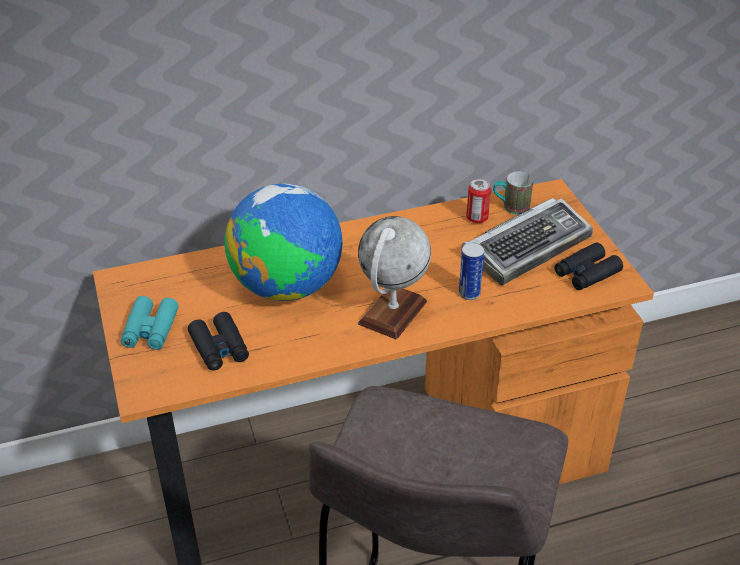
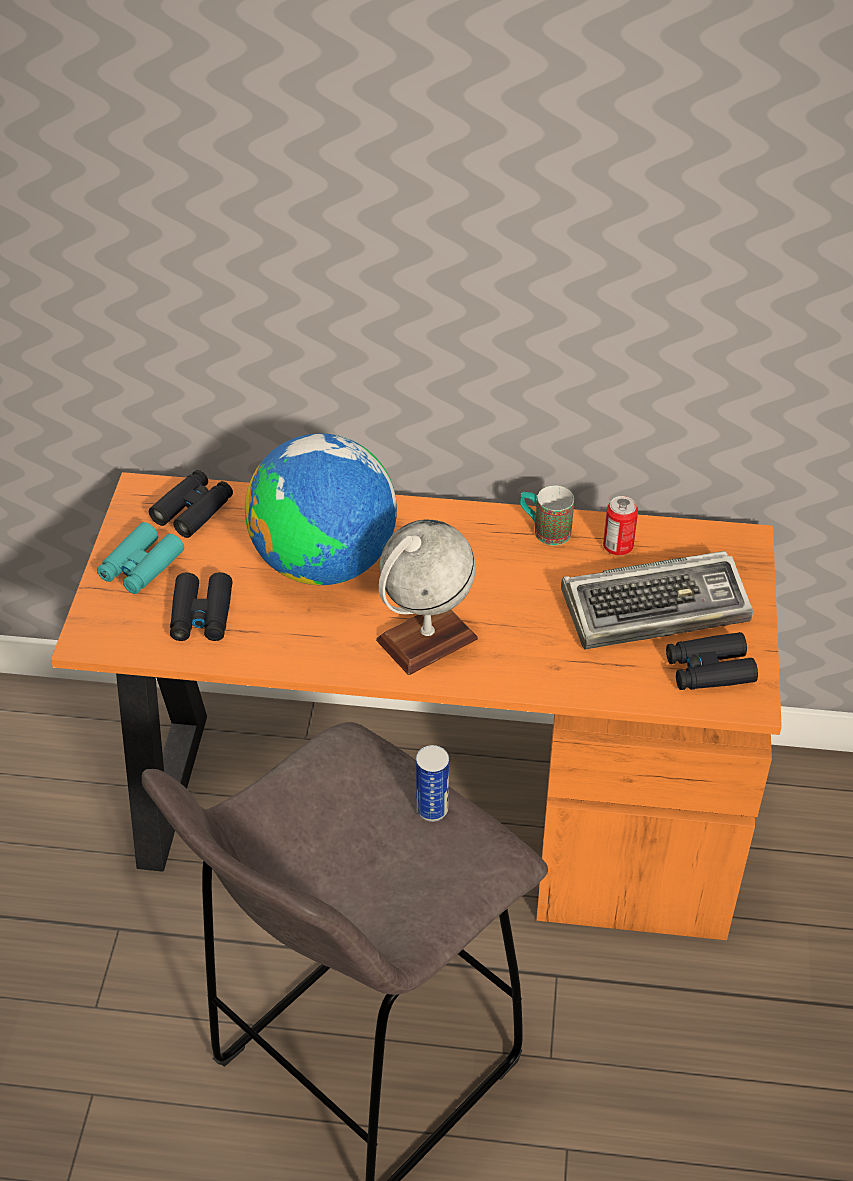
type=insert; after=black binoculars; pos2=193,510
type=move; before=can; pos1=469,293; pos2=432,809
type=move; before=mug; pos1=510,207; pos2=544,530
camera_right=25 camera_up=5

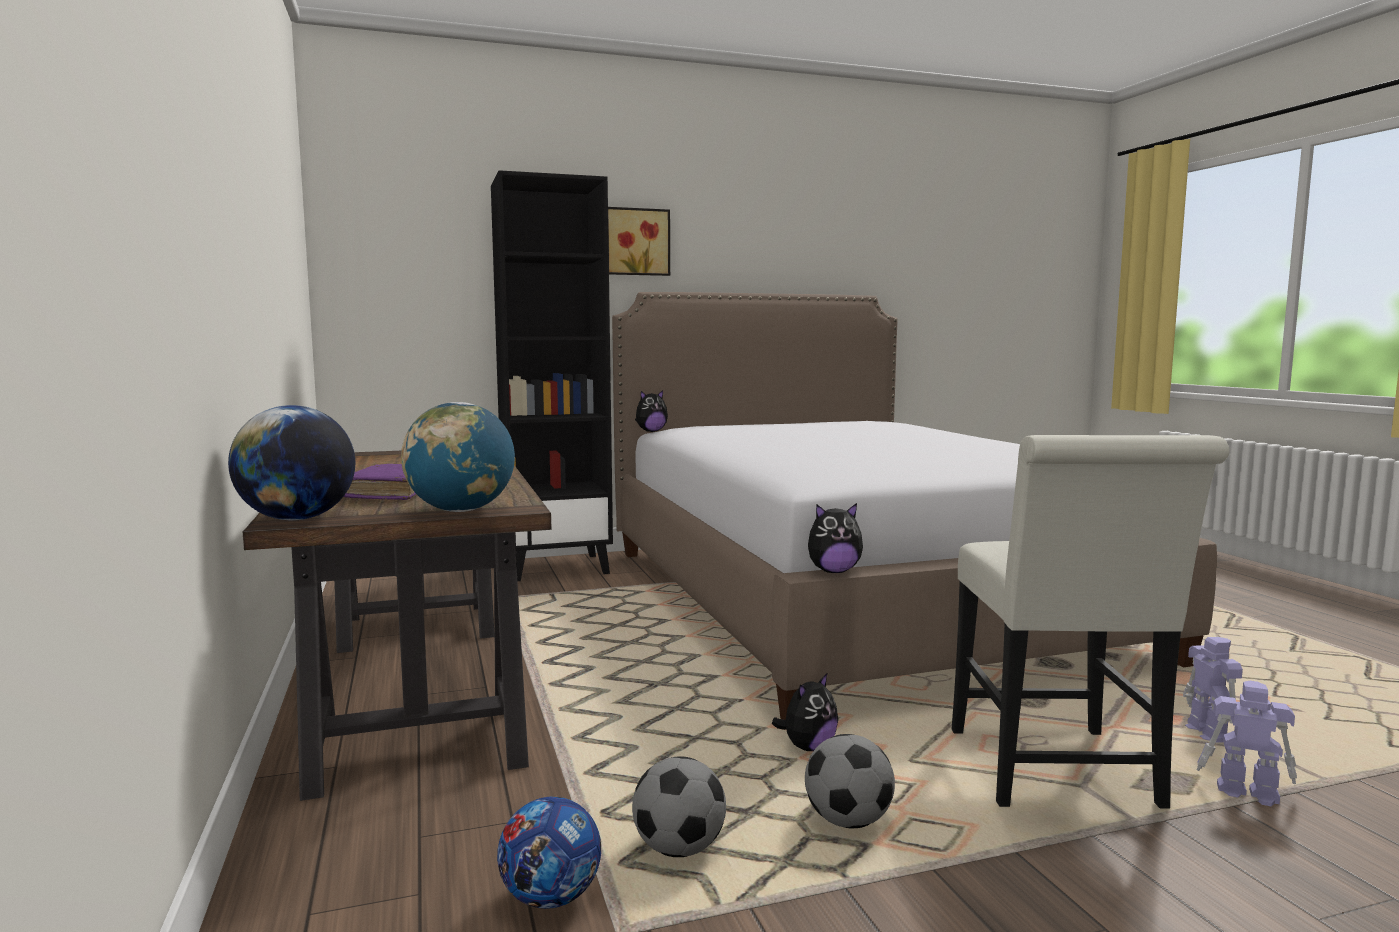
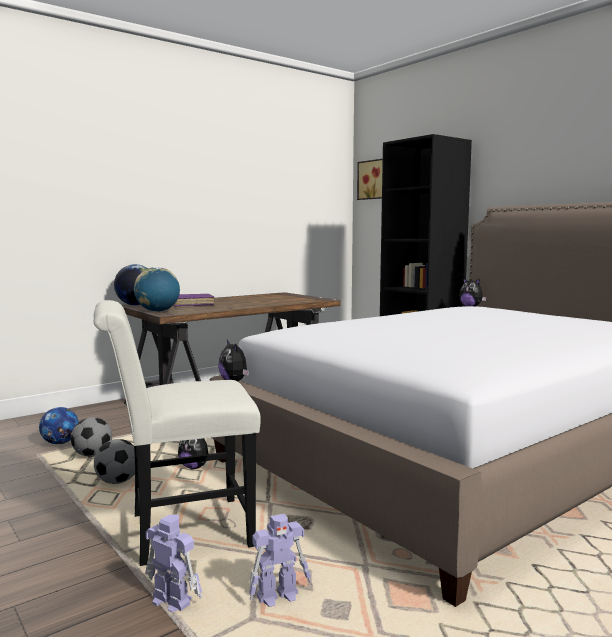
type=move; before=picture; pos1=637,242; pos2=373,179
type=rotate; before=toy robot; pos1=1245,793; pos2=171,601; turn=-60
camera_right=70 camera_up=0

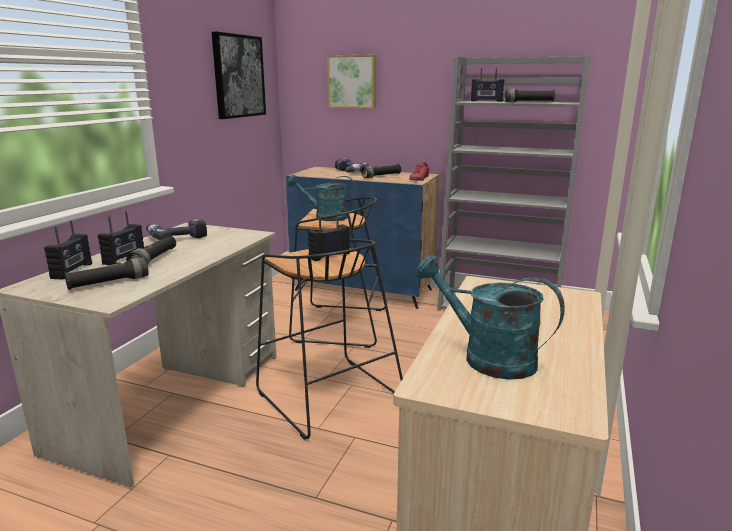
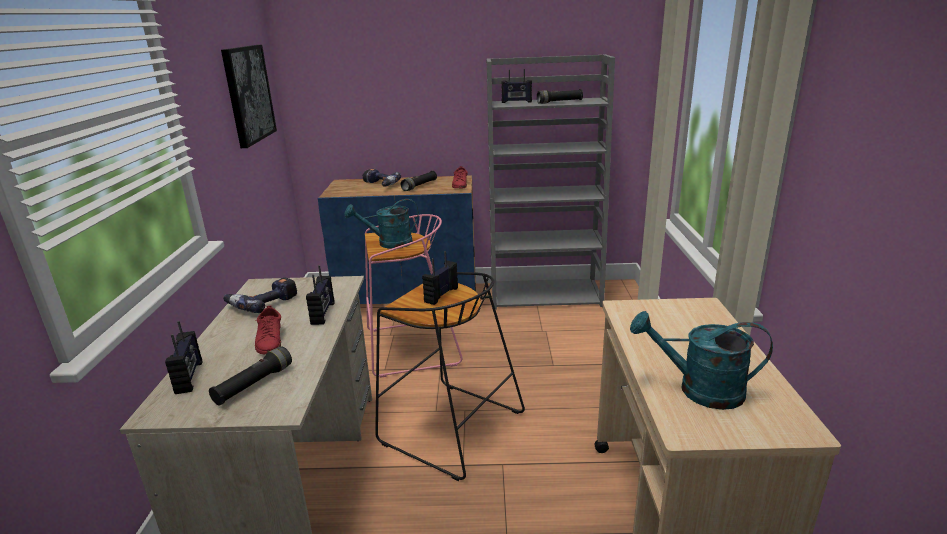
type=delete; before=picture; pos1=352,81
type=move; before=radio; pos1=124,258; pos2=323,313
type=replace; before=black flashlight; after=red shoe; pos1=154,259; pos2=270,340
type=recolor; before=black stool; after=pink stool; pos1=338,326; pos2=410,348
camera_right=-20 camera_up=5

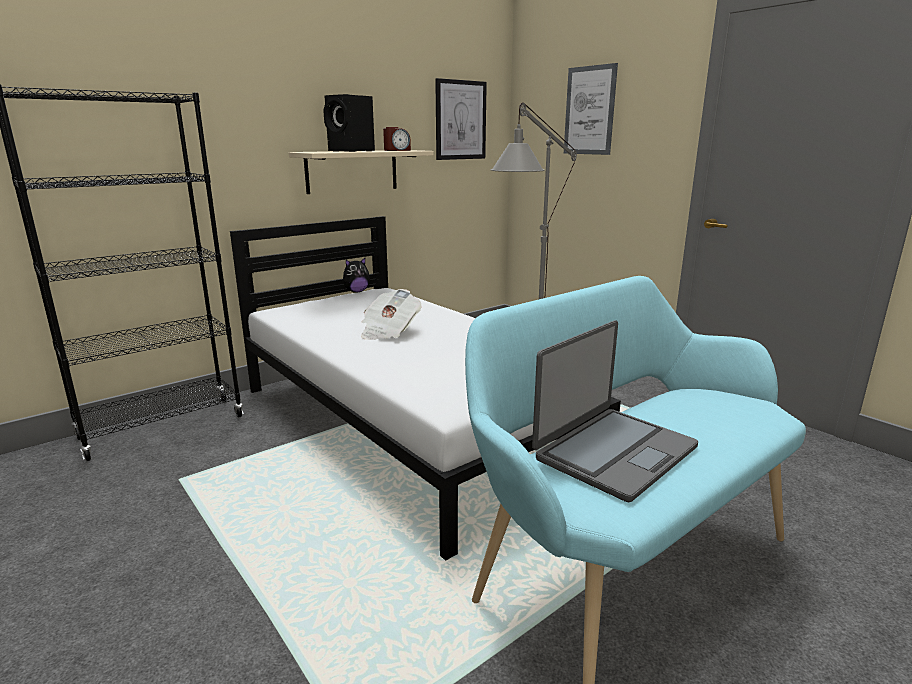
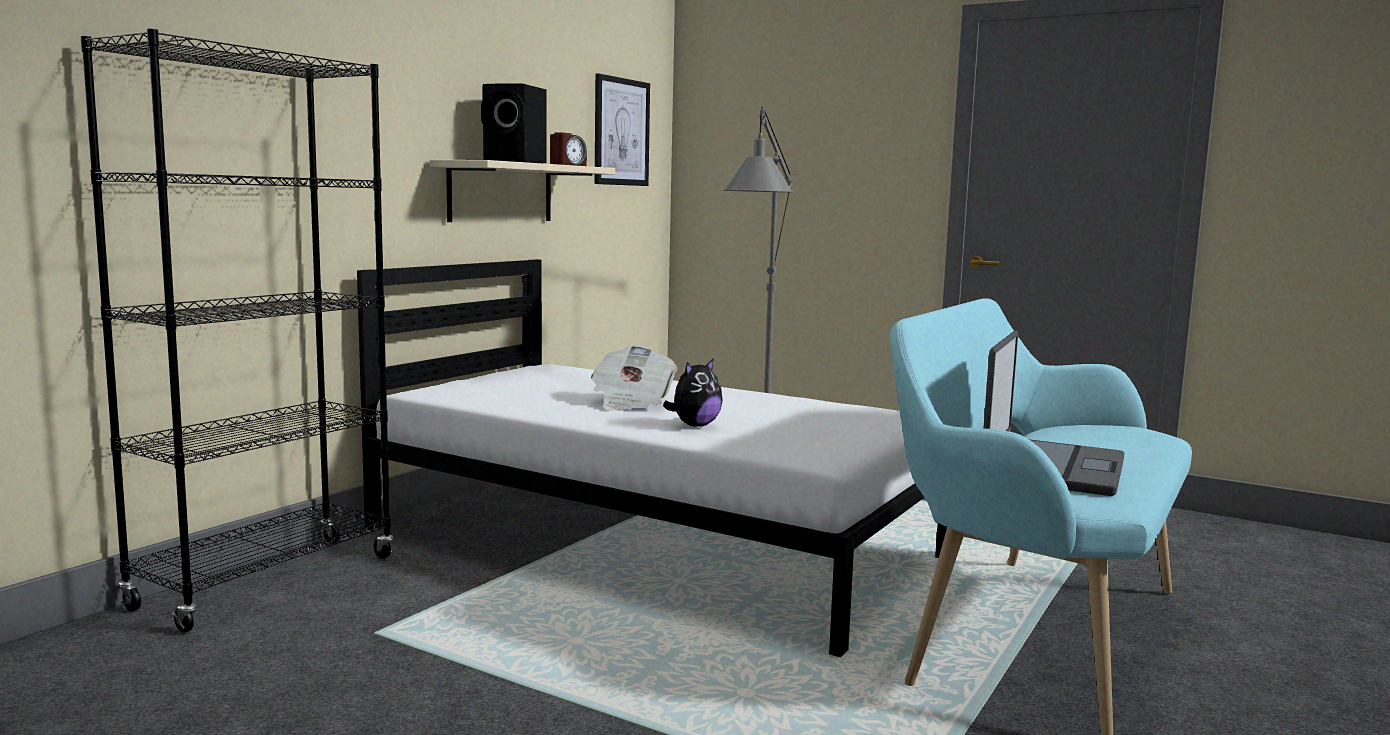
type=delete; before=picture; pos1=589,110
type=move; before=plush toy; pos1=356,291; pos2=695,425
camera_right=-20 camera_up=-10

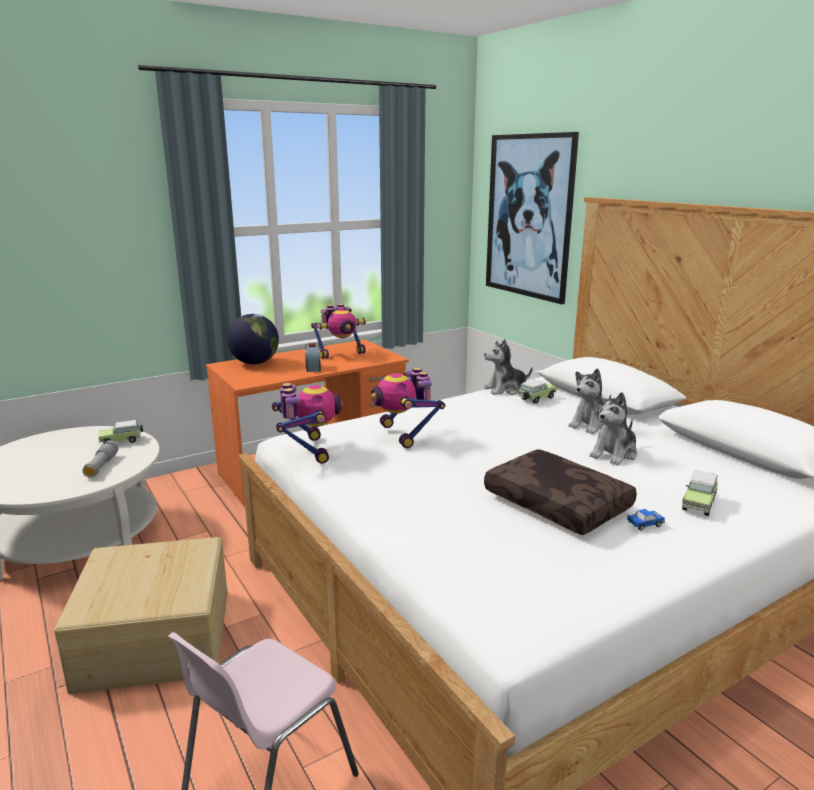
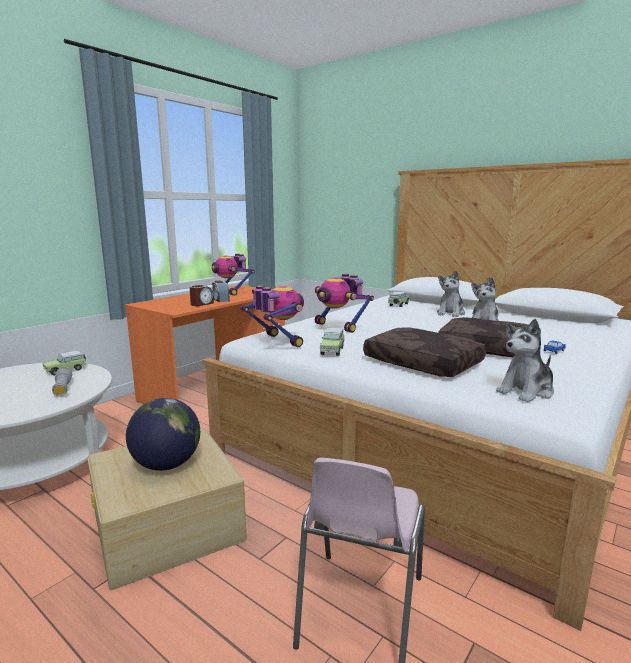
type=delete; before=picture; pos1=529,217
type=insert; after=alarm clock; pos2=202,304
type=insert; after=brown pillow; pos2=421,363
type=move; before=globe; pos1=255,363; pos2=166,464
type=move; before=plush toy; pos1=505,389; pos2=526,391
type=move; before=toy car; pos1=698,503; pos2=332,350
type=rotate; before=toy robot; pos1=340,354; pos2=232,292; turn=105
camera_right=-20 camera_up=-5

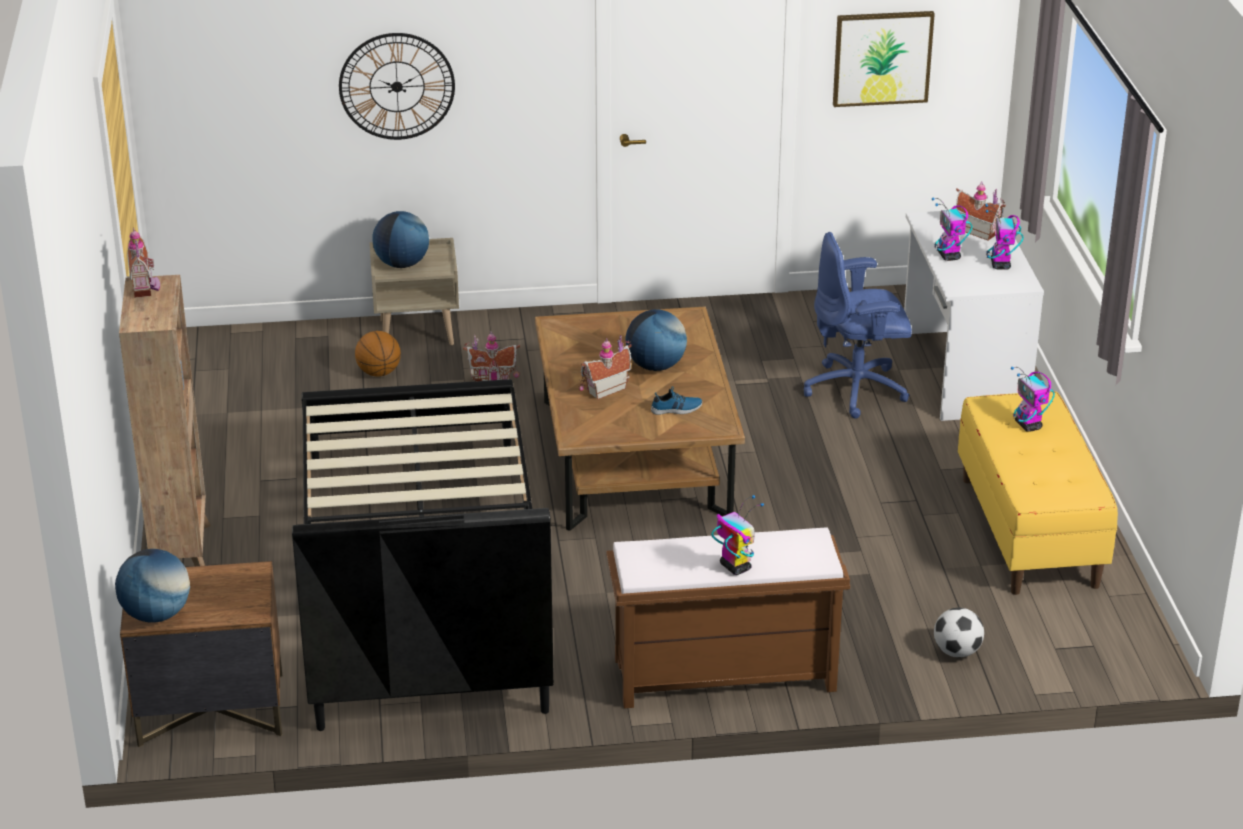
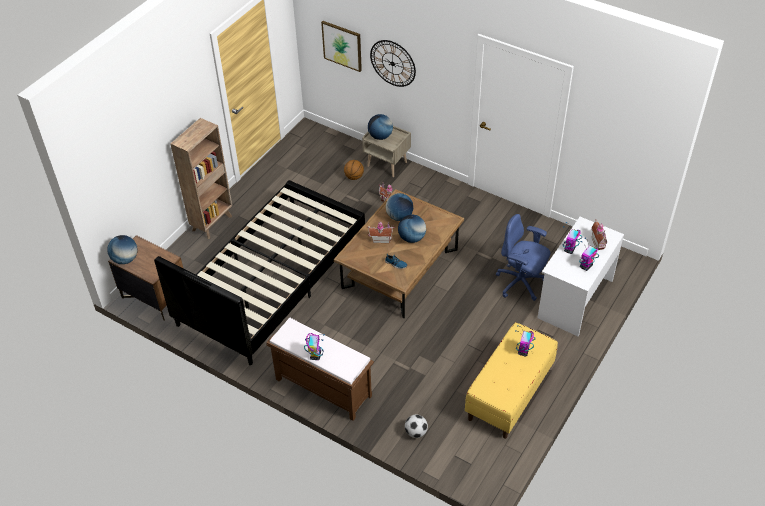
type=delete; before=toy house; pos1=145,286
type=insert; after=globe; pos2=399,216
type=move; before=picture; pos1=882,58; pos2=342,45
camera_right=40 camera_up=15

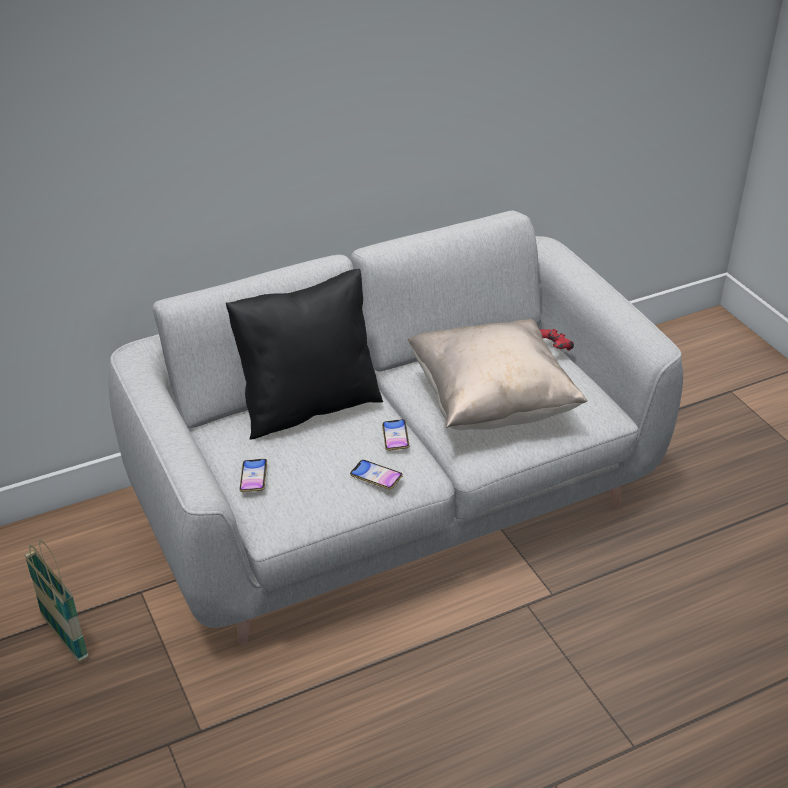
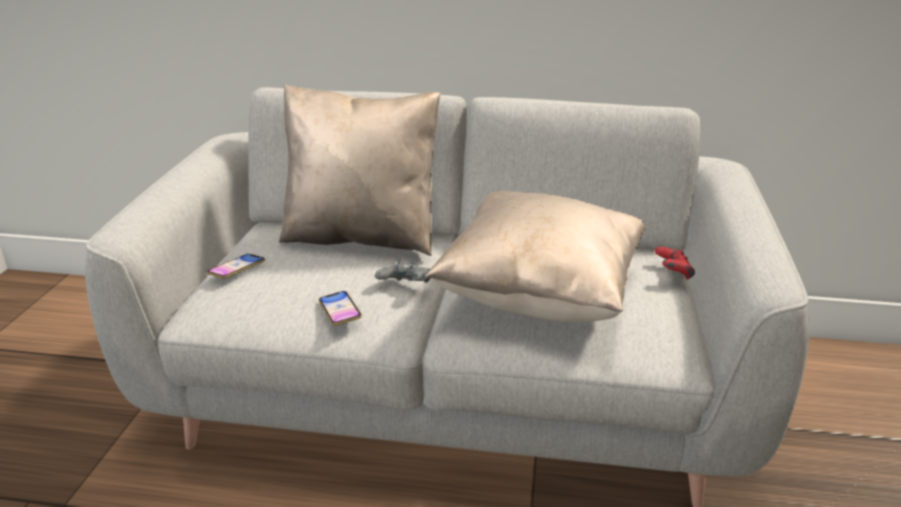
type=delete; before=basket; pos1=64,637
type=replace; before=phone; after=grey game controller; pos1=395,437; pos2=405,288
type=recolor; before=black pillow; after=beige pillow; pos1=308,406; pos2=362,236
camera_right=35 camera_up=-10

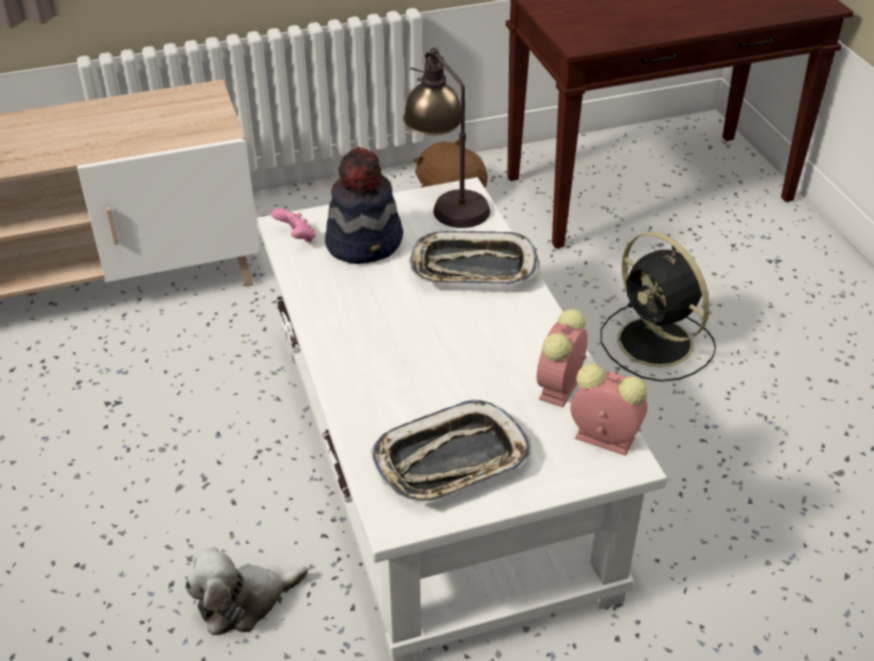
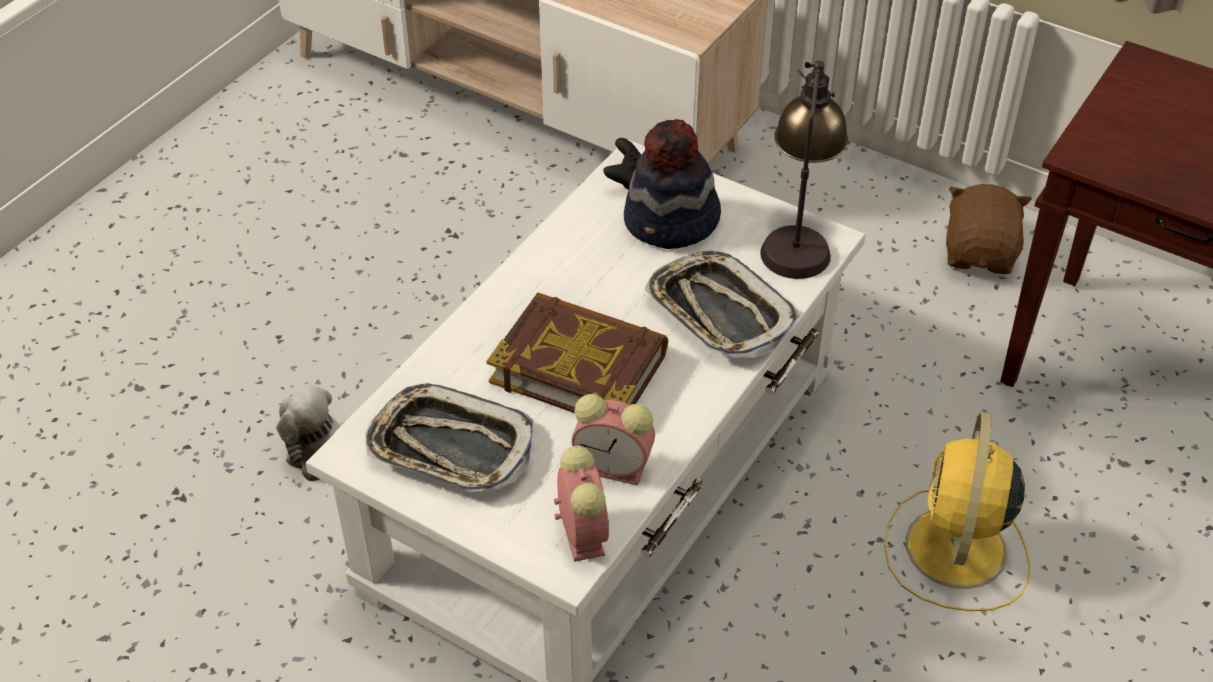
type=insert; after=book; pos2=579,367
type=recolor; before=pink game controller; after=black game controller; pos1=296,238; pos2=626,178
type=recolor; before=black fan; after=yellow fan; pos1=657,344; pos2=955,551
type=rotate; before=alarm clock; pos1=560,389; pos2=616,467; turn=-150
camera_right=50 camera_up=5

